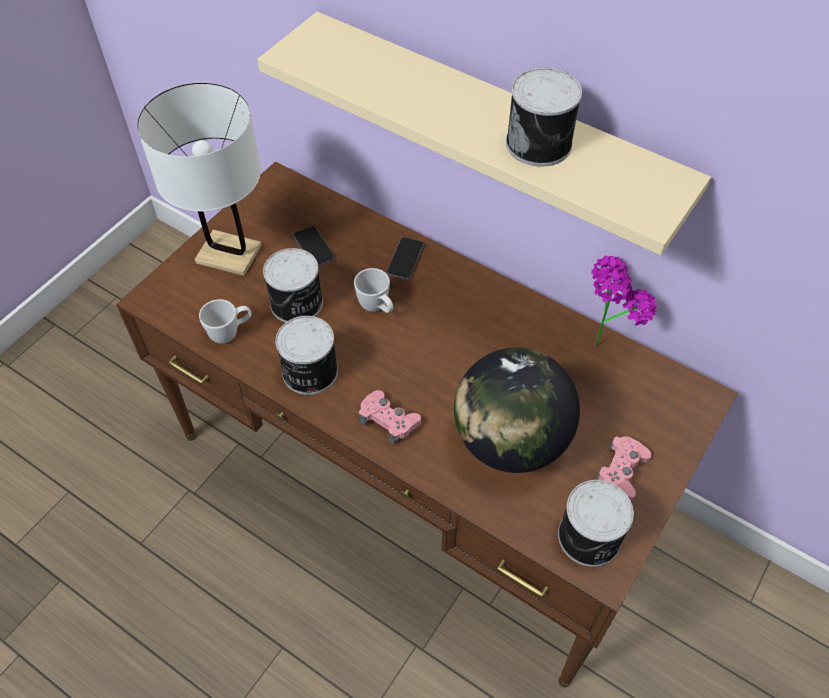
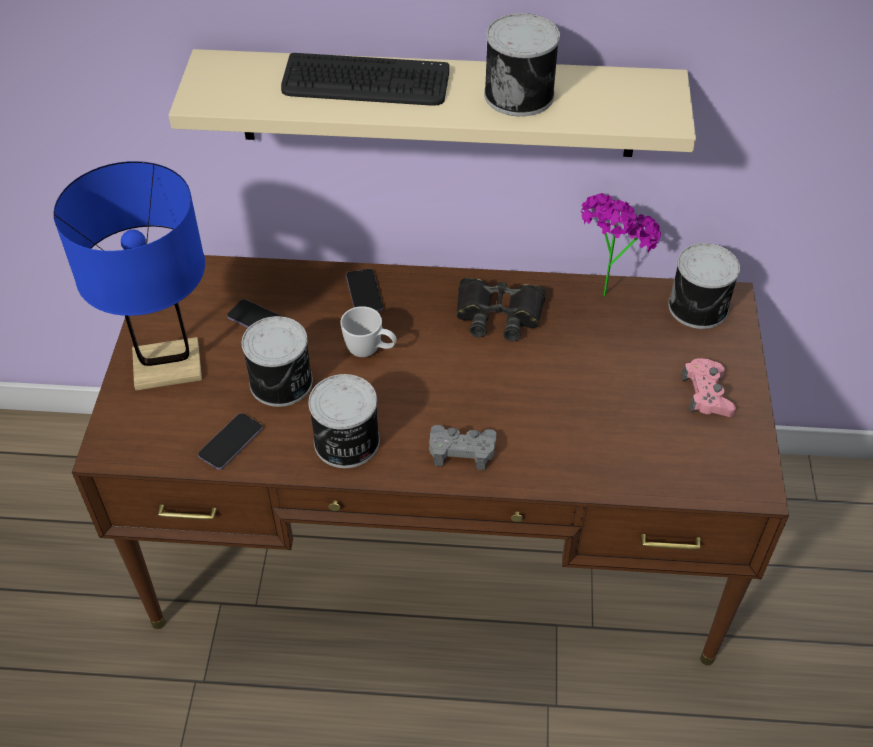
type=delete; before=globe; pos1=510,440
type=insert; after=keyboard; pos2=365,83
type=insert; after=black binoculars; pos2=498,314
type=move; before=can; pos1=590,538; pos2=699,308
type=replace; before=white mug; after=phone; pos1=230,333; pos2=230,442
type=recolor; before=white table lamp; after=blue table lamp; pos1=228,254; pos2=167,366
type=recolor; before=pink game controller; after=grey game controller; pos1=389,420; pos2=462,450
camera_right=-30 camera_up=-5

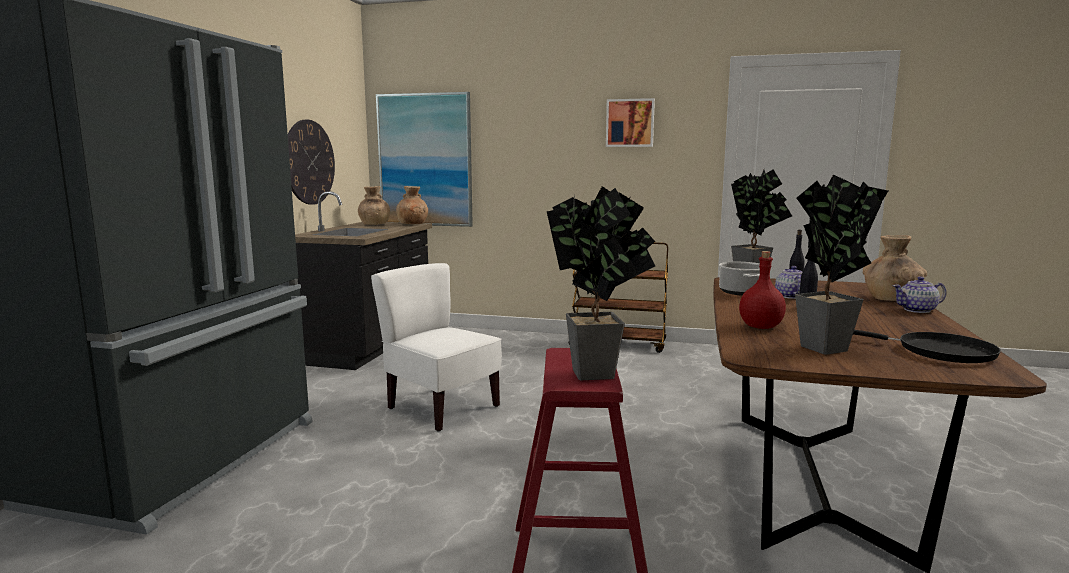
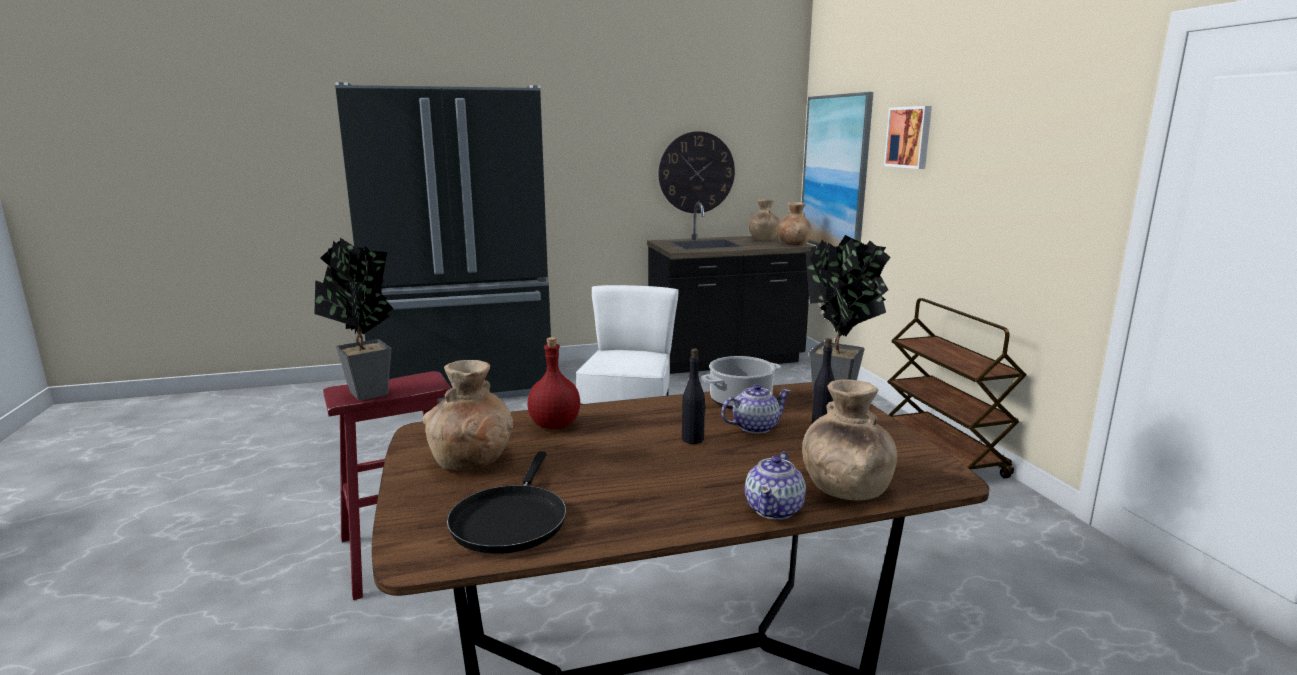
type=move; before=picture; pos1=630,123; pos2=909,137
type=replace; before=potted plant; after=brown vase; pos1=826,350; pos2=472,460
type=rotate; before=teapot; pos1=917,310; pos2=774,509; turn=-120
camera_right=60 camera_up=5

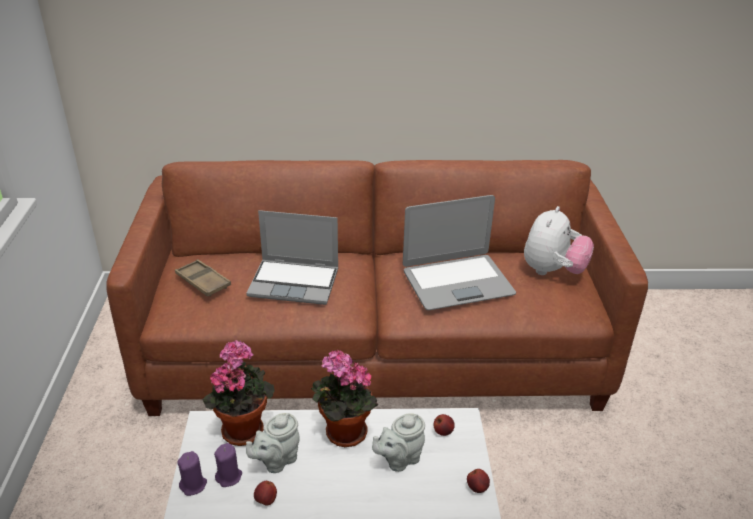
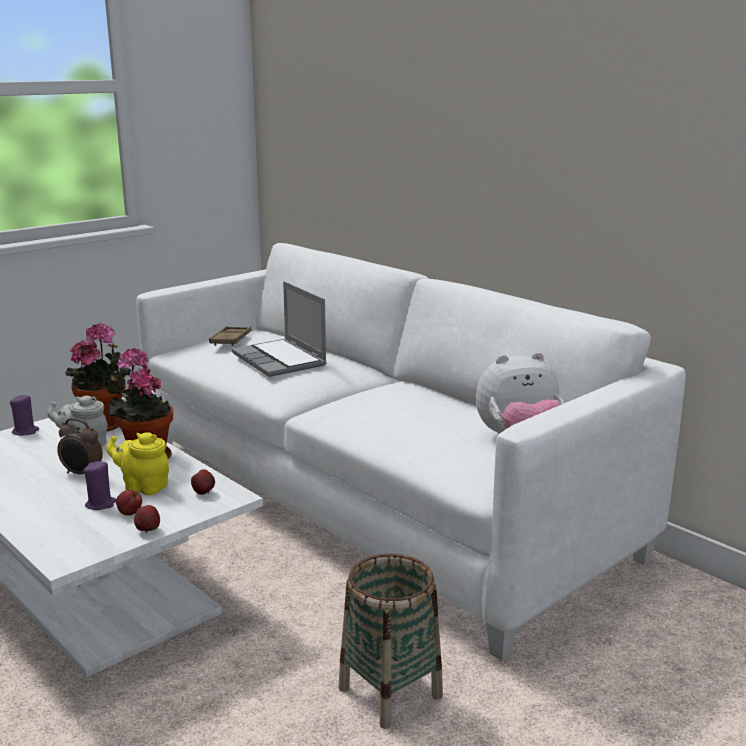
type=delete; before=laptop; pos1=457,282
type=insert; after=alarm clock; pos2=82,474
type=insert; after=basket; pos2=390,692
type=move; before=purple candle; pos1=229,476; pos2=101,504
type=move; before=apple; pos1=266,500; pos2=129,513
type=recolor; before=brown sofa; after=white sofa; pos1=375,350; pos2=374,500
type=recolor; before=grey teapot; after=yellow teapot; pos1=399,459; pos2=143,487
camera_right=50 camera_up=-15

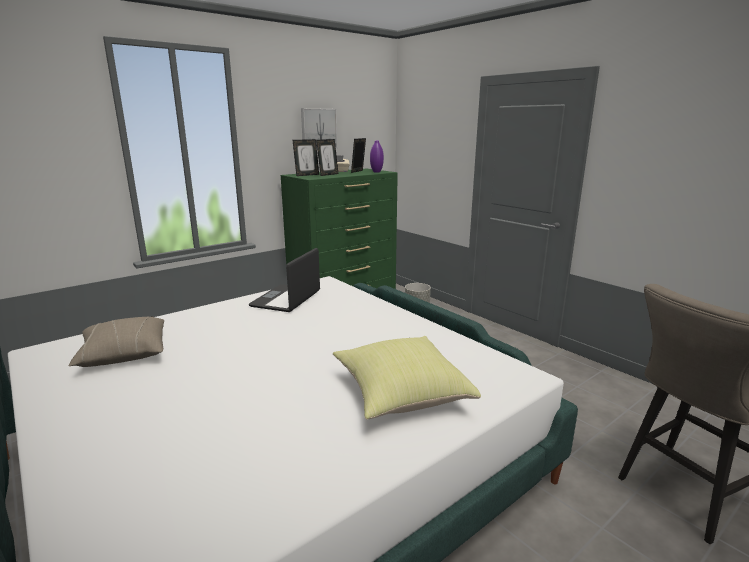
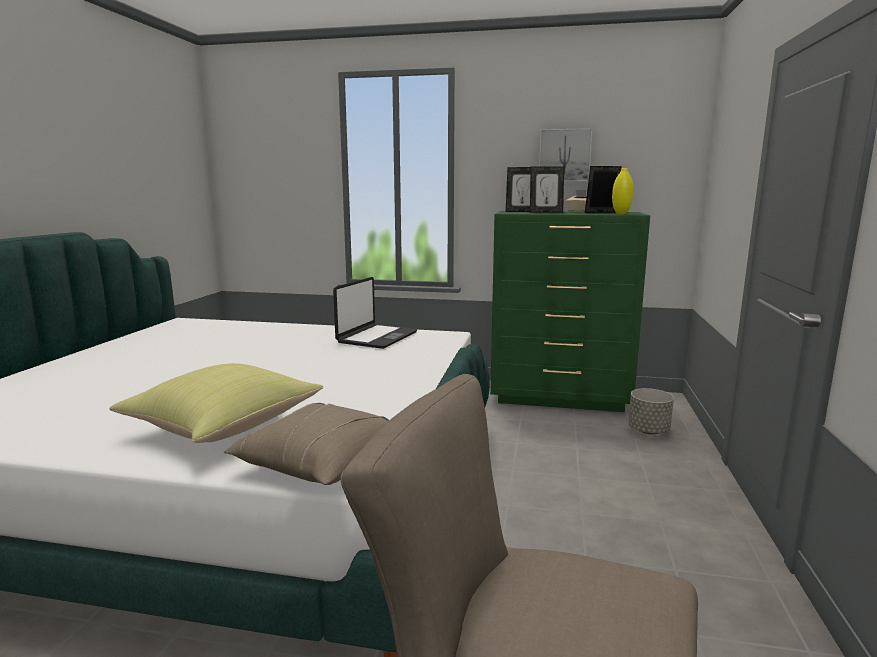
type=move; before=beige pillow; pos1=124,354; pos2=319,462
type=recolor; before=purple vase; after=yellow vase; pos1=376,172; pos2=621,213
type=rotate; before=laptop; pos1=287,299; pos2=376,337; turn=135
camera_right=50 camera_up=-5

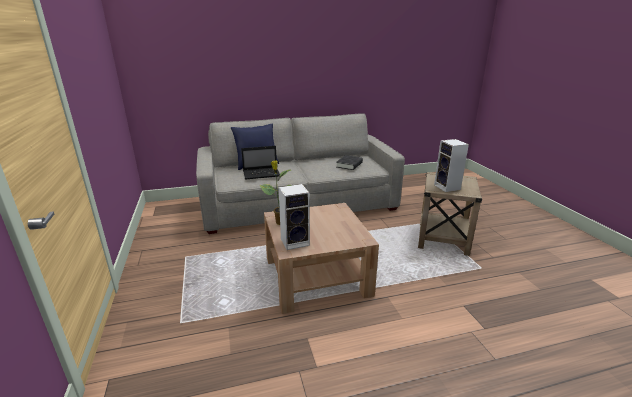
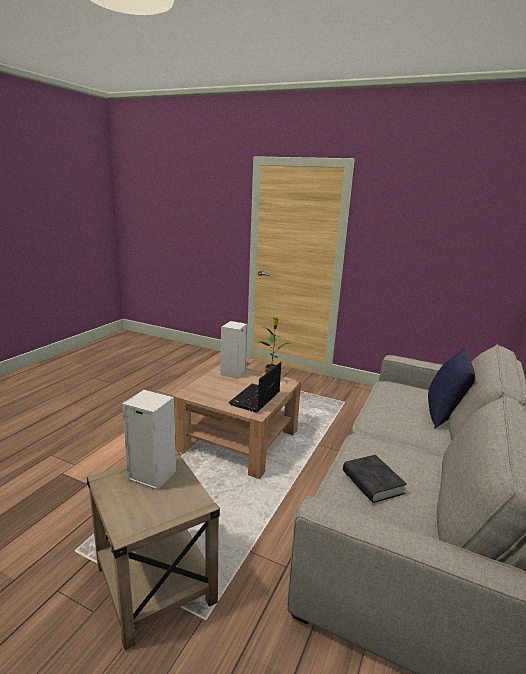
type=move; before=laptop; pos1=262,174; pos2=255,399
camera_right=130 camera_up=-5

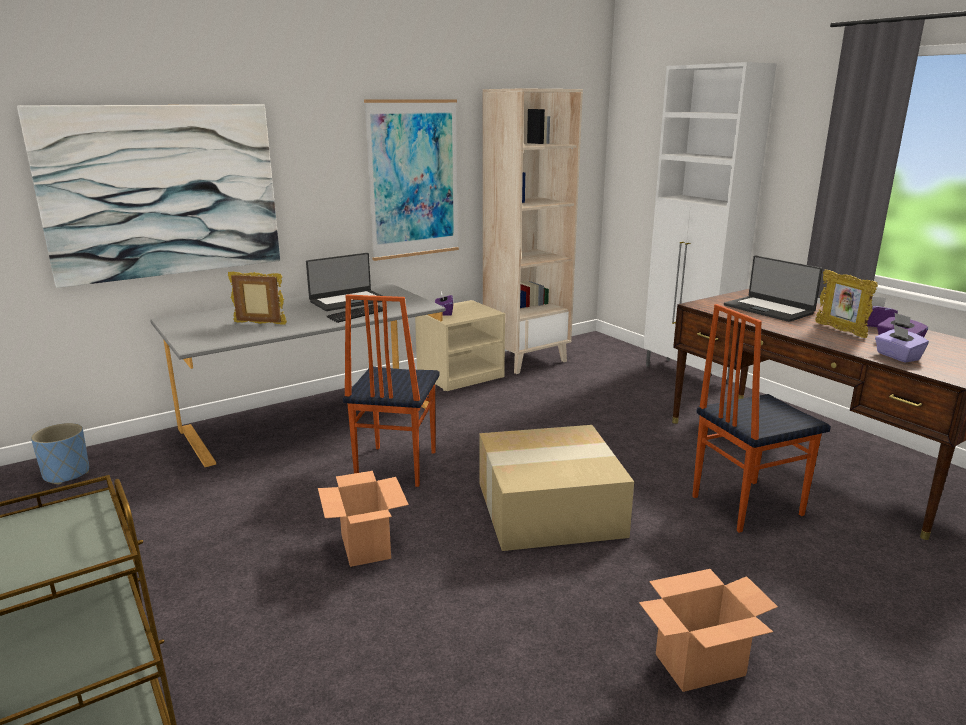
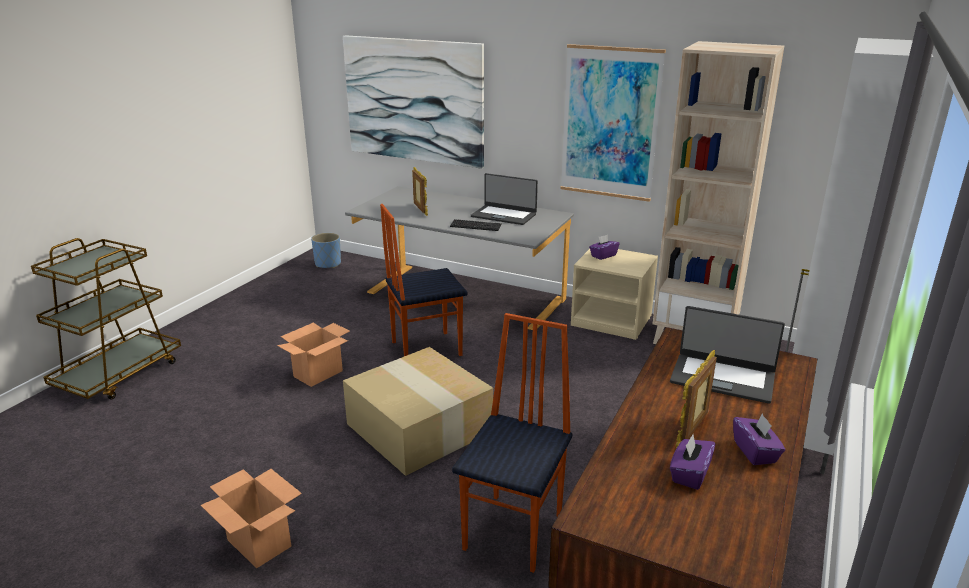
type=delete; before=purple tissue box; pos1=897,356
type=rotate; before=chair; pos1=745,505; pos2=515,531; turn=75
type=rotate; before=laptop; pos1=769,309; pos2=722,378; turn=-90
camera_right=60 camera_up=5

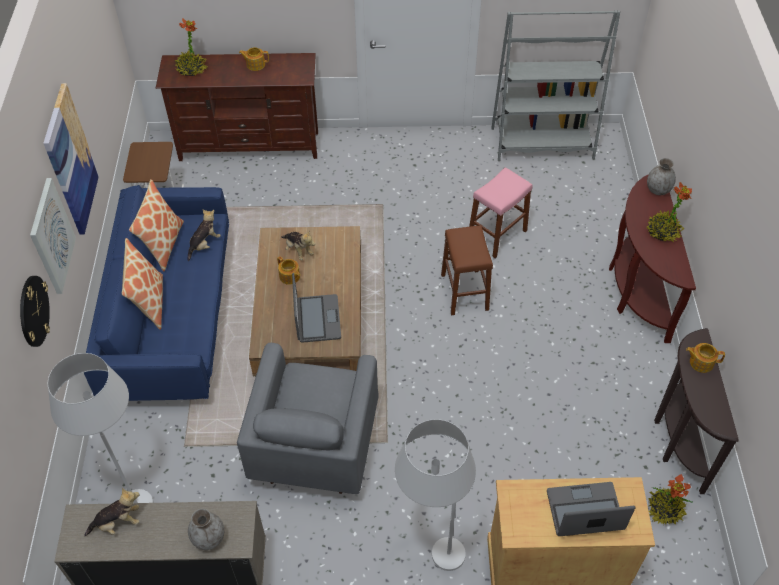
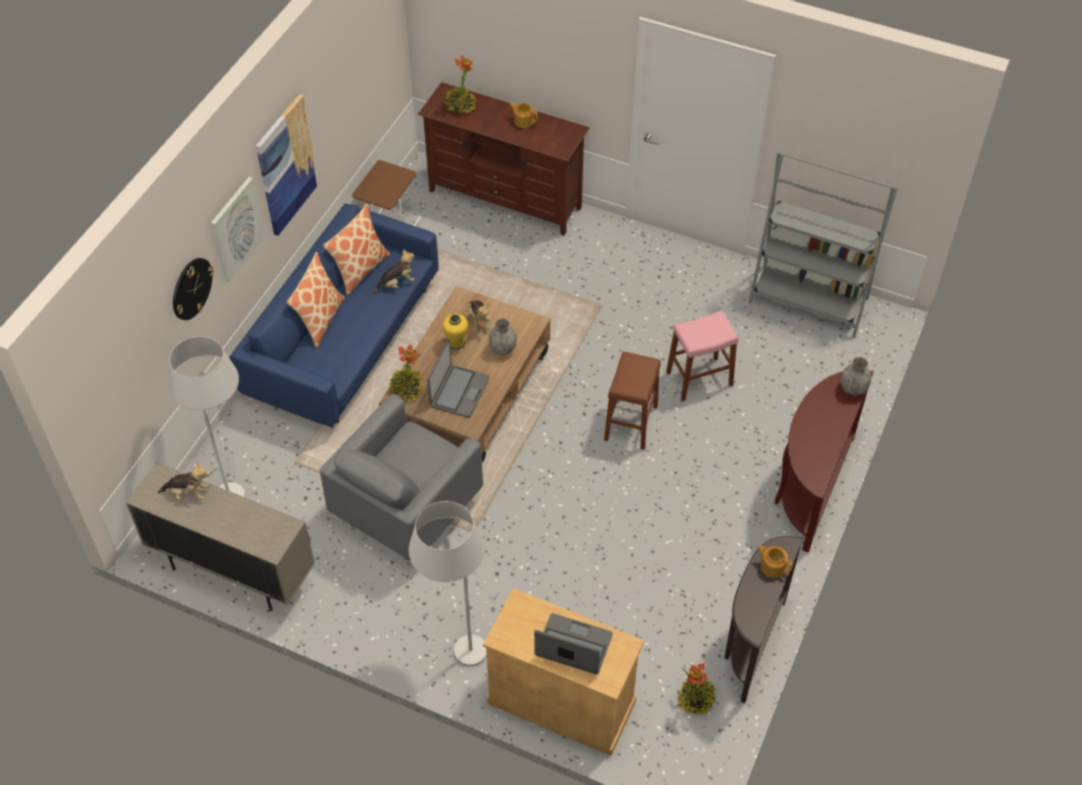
type=move; before=grey vase; pos1=209,538; pos2=503,349
type=move; before=potted plant; pos1=662,232; pos2=407,390
type=replace; before=teapot; after=yellow vase; pos1=289,277; pos2=456,343
camera_right=25 camera_up=0

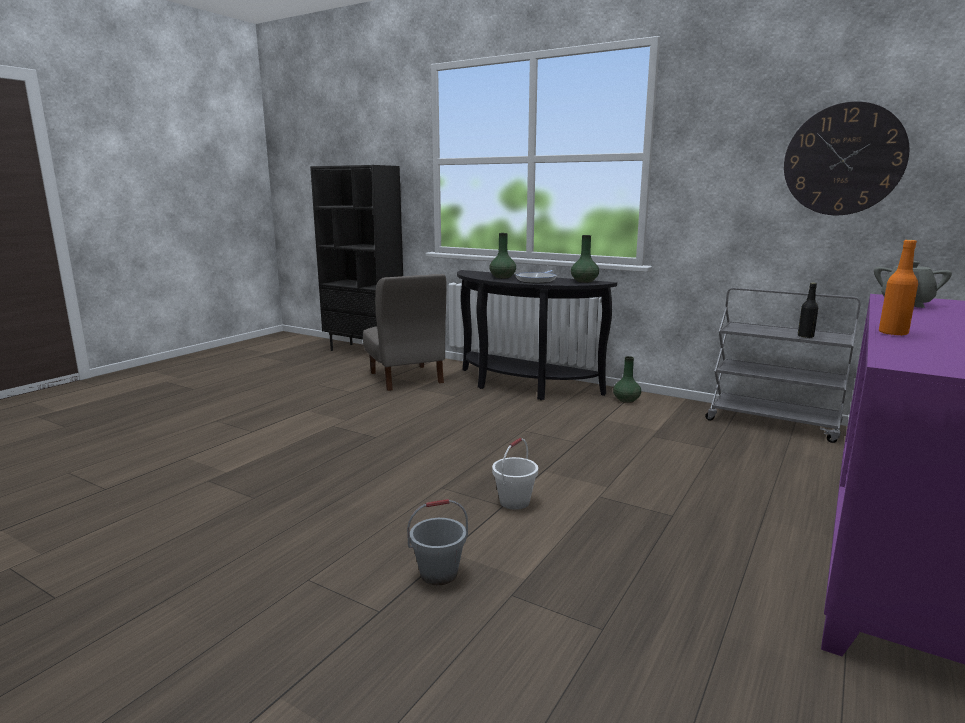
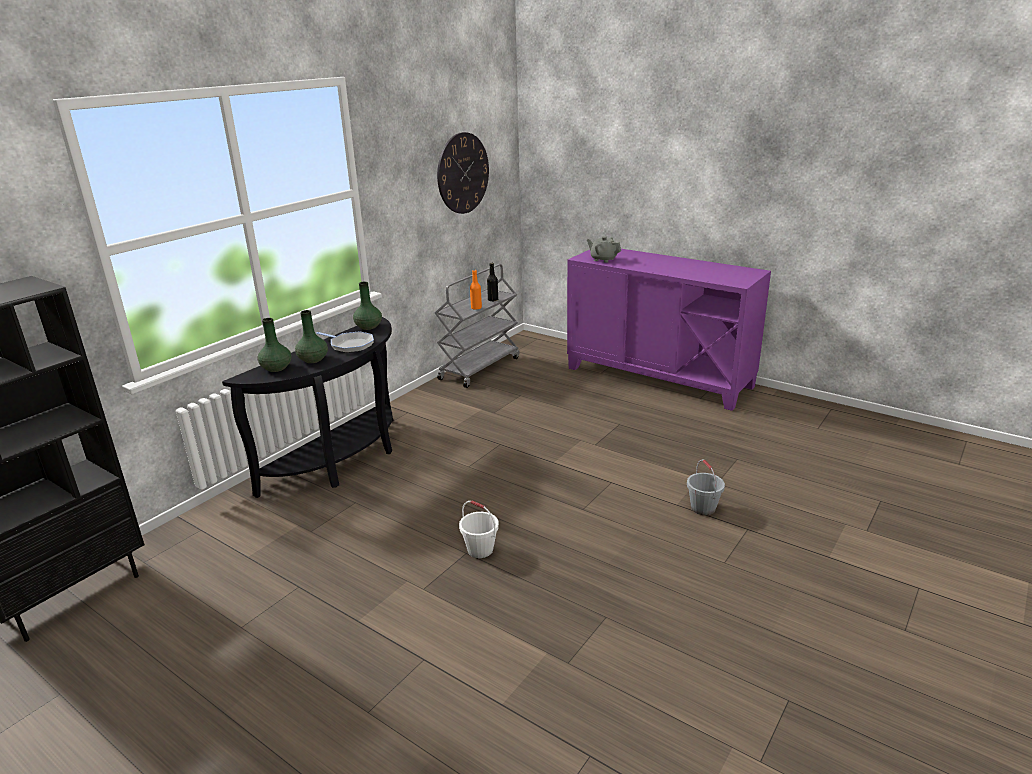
type=delete; before=grey chair; pos1=406,378
type=move; before=white bucket; pos1=514,502; pos2=480,549
type=move; before=green vase; pos1=626,400; pos2=276,368
type=move; before=orange bottle; pos1=893,333; pos2=476,308
camera_right=-85 camera_up=10

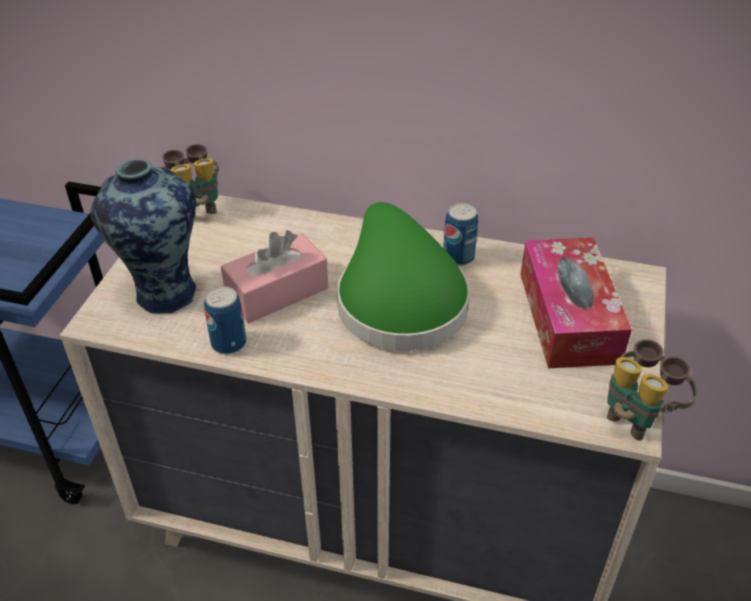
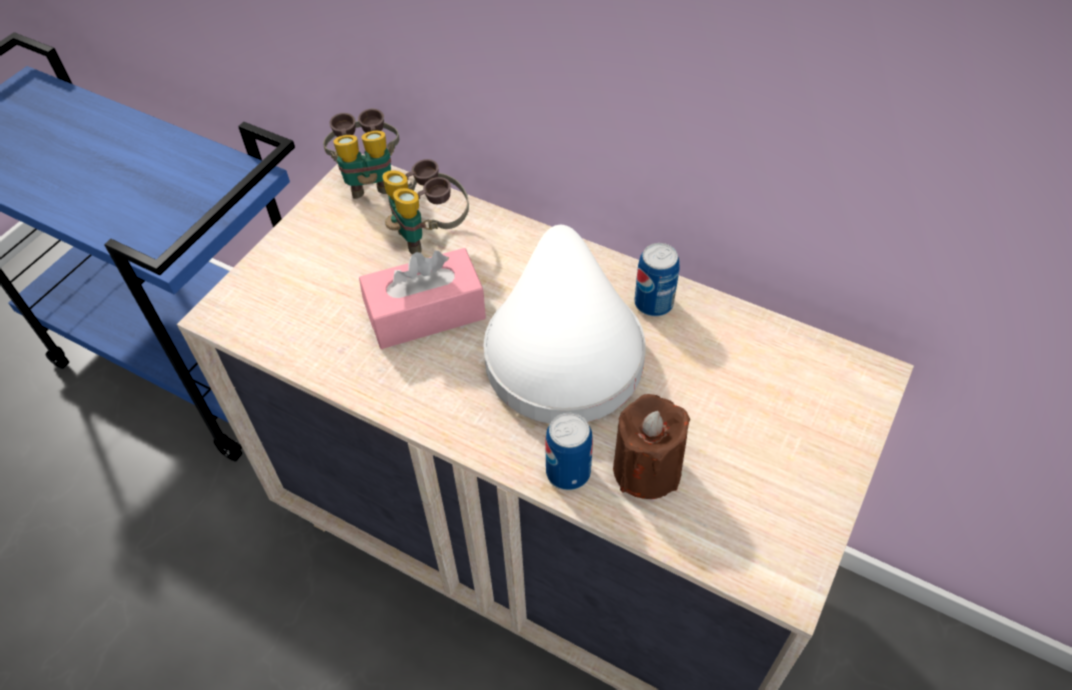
type=delete; before=vase; pos1=164,292
type=delete; before=tissue box; pos1=568,317
type=insert; after=brown candle; pos2=647,469
type=move; before=can; pos1=229,343; pos2=568,472
type=move; before=binoculars; pos1=638,415; pos2=429,235
type=recolor; before=green hat; after=white hat; pos1=398,299; pos2=562,348
camera_right=15 camera_up=10

